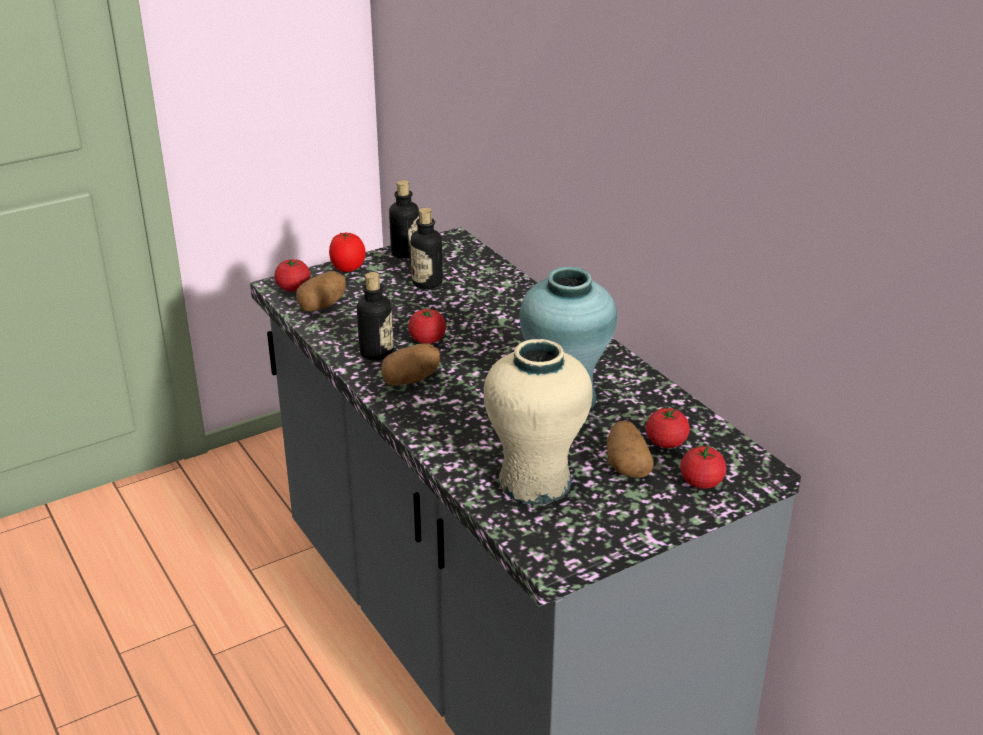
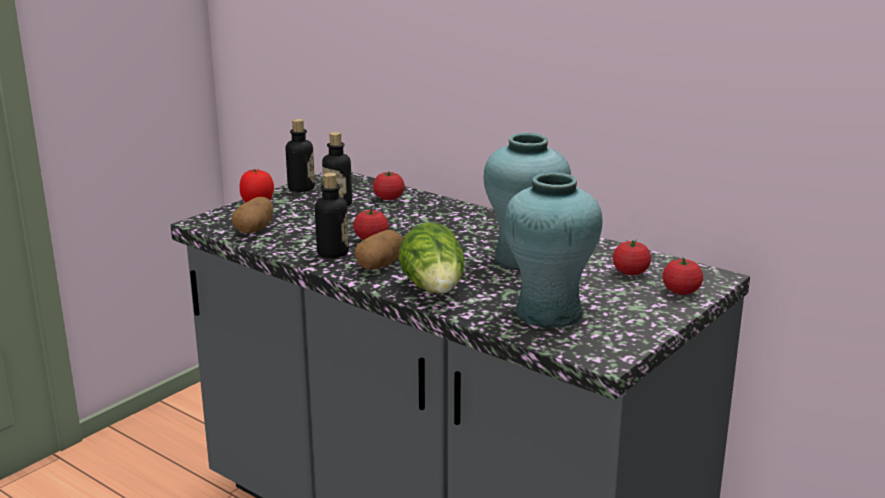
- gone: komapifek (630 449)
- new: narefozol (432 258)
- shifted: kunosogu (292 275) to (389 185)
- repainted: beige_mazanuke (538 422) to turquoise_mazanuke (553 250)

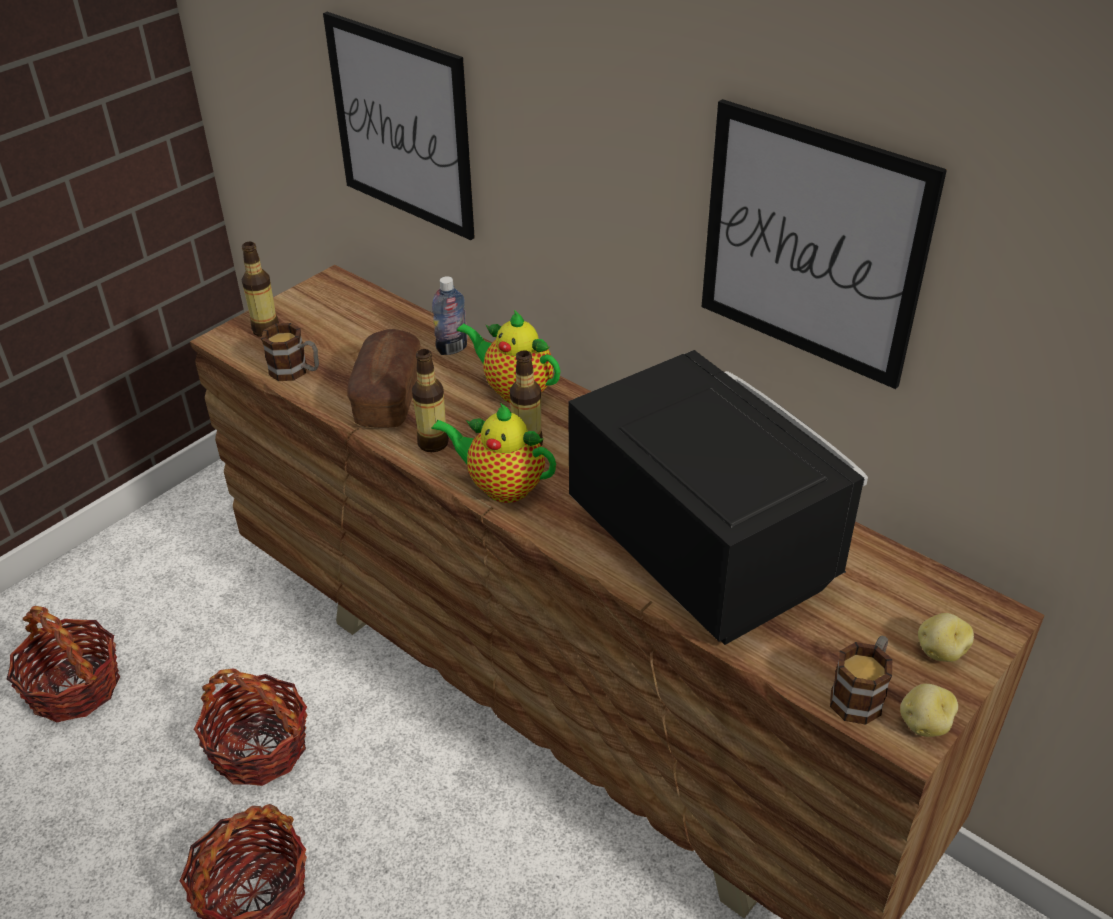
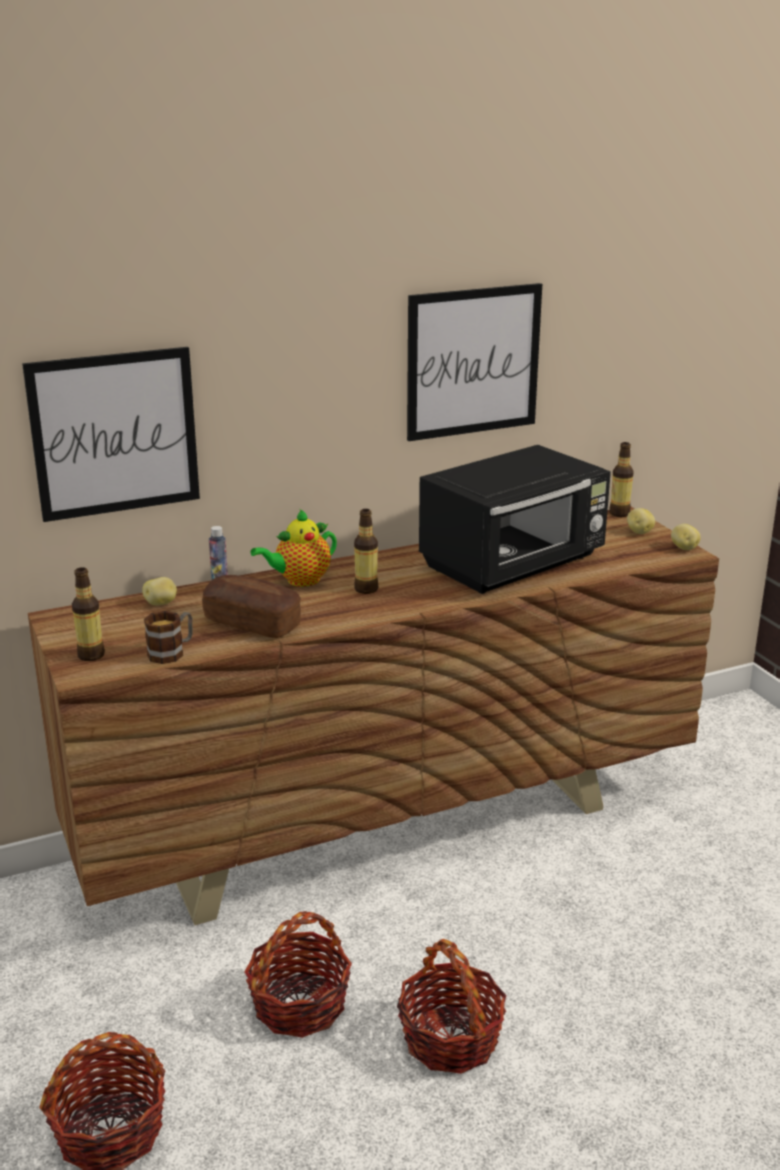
- gone: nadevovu (493 453)
- gone: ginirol (861 680)
- new: komapifek (159 591)
- shifted: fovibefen (430 400) to (621 479)
- rotated: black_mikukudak (718 497) = (515 519) 150 degrees clockwise

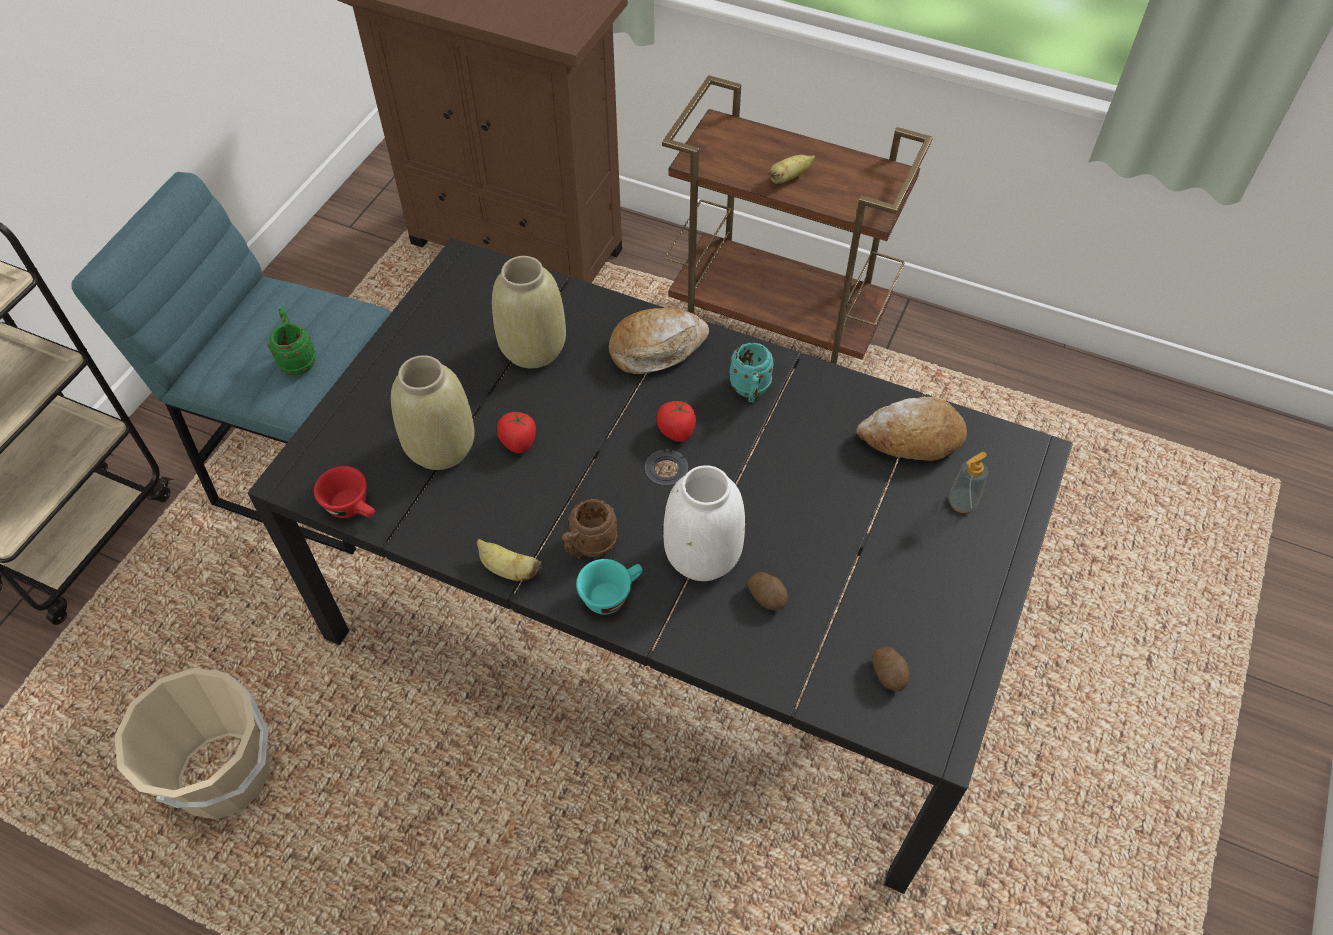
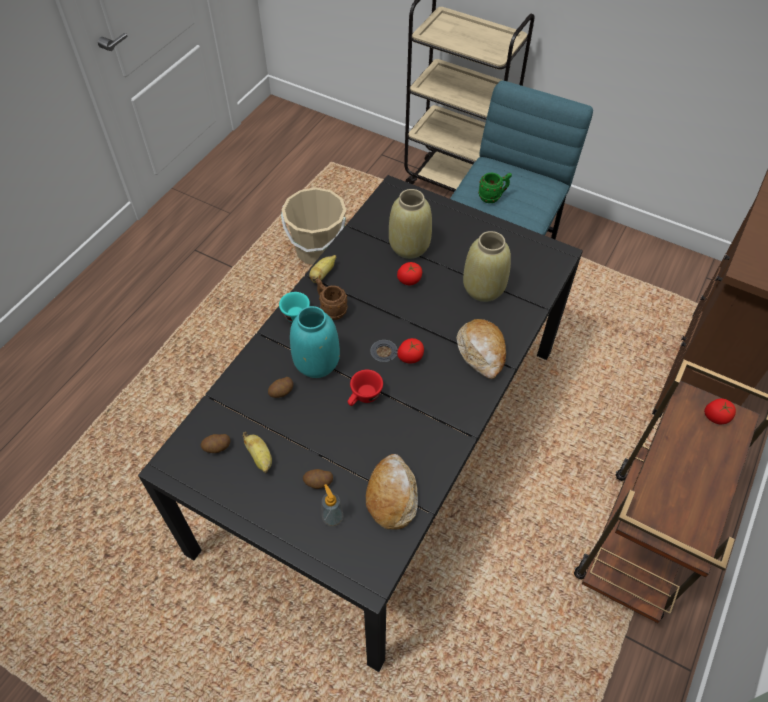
- gone: turquoise_ginirol (752 372)
- new: komapifek (318 479)
- new: kunosogu (720 412)
- shifted: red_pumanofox (344 492) to (365 388)
- shifted: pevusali (792 169) to (257 452)
- repainted: white_mazanuke (704 523) to turquoise_mazanuke (315 342)

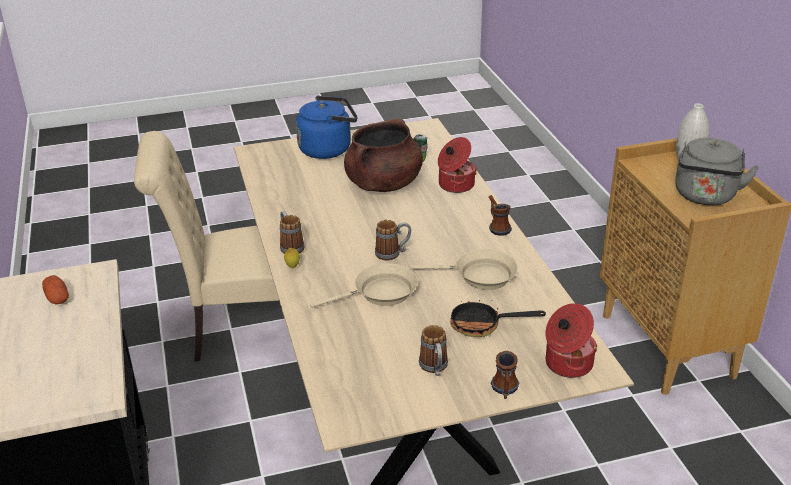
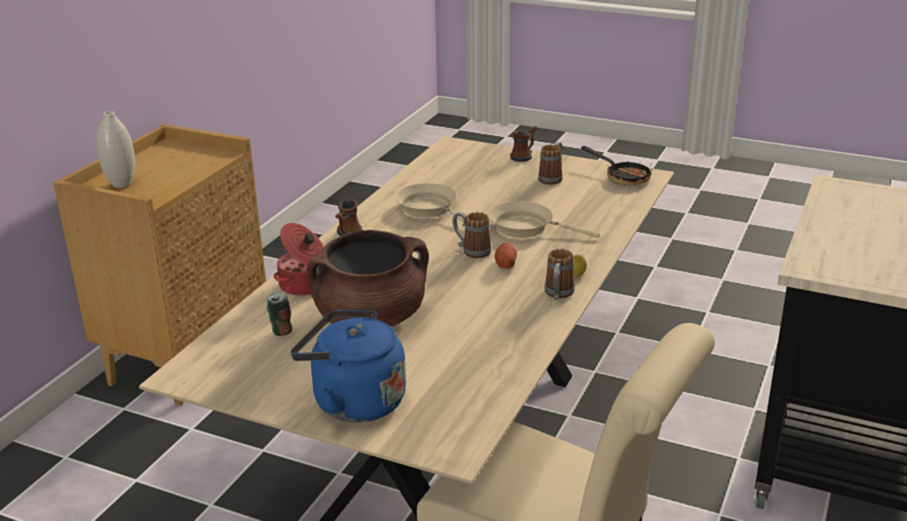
- gone: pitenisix (571 340)
- gone: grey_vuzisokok (717 171)
- shifted: komapifek (55 290) to (506 256)
- shifted: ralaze (498 318) to (616 166)

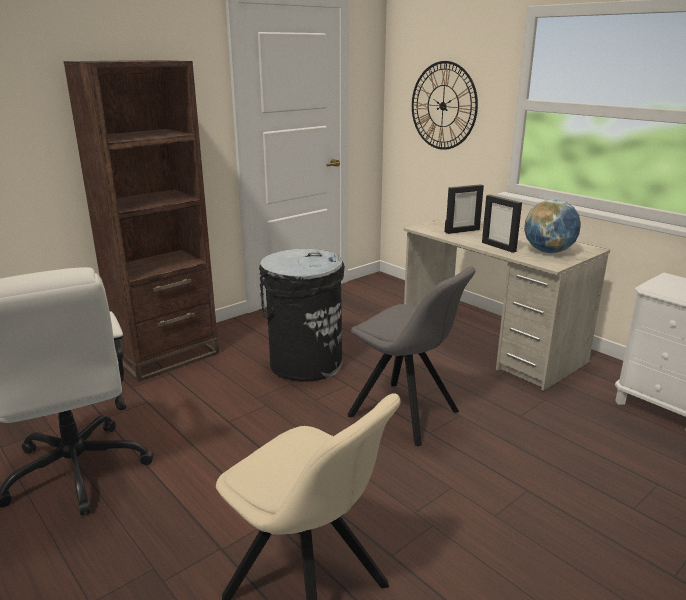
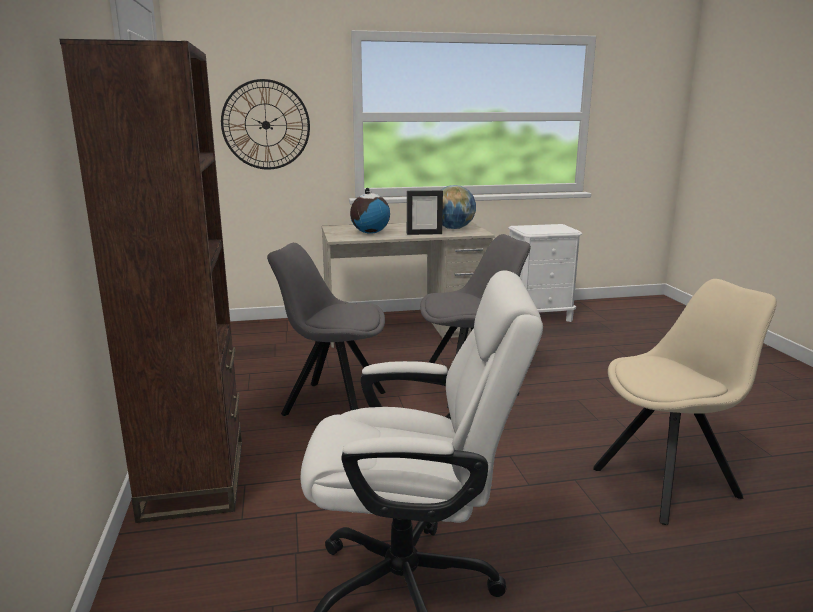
- swapped: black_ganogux (302 315) to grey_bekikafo (326 329)
- swapped: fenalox (464 209) to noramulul (370 211)

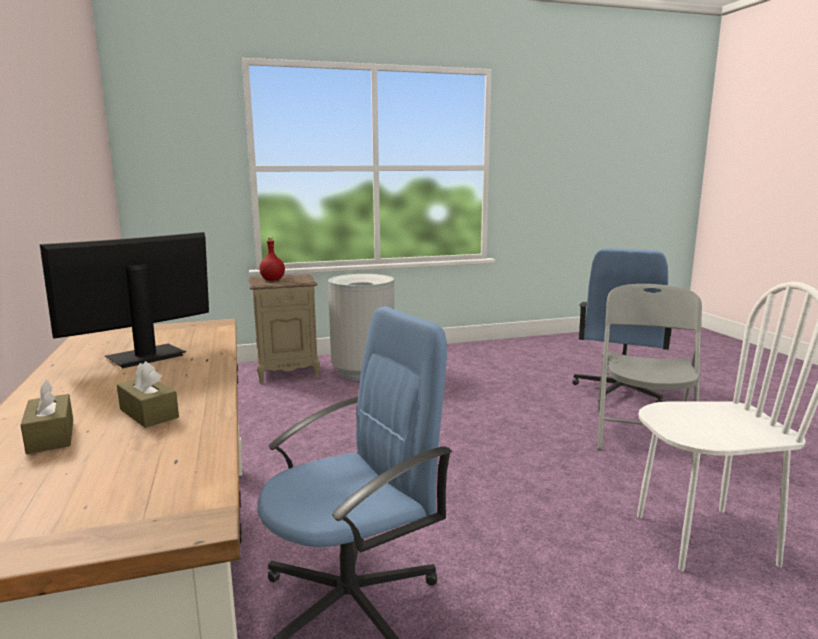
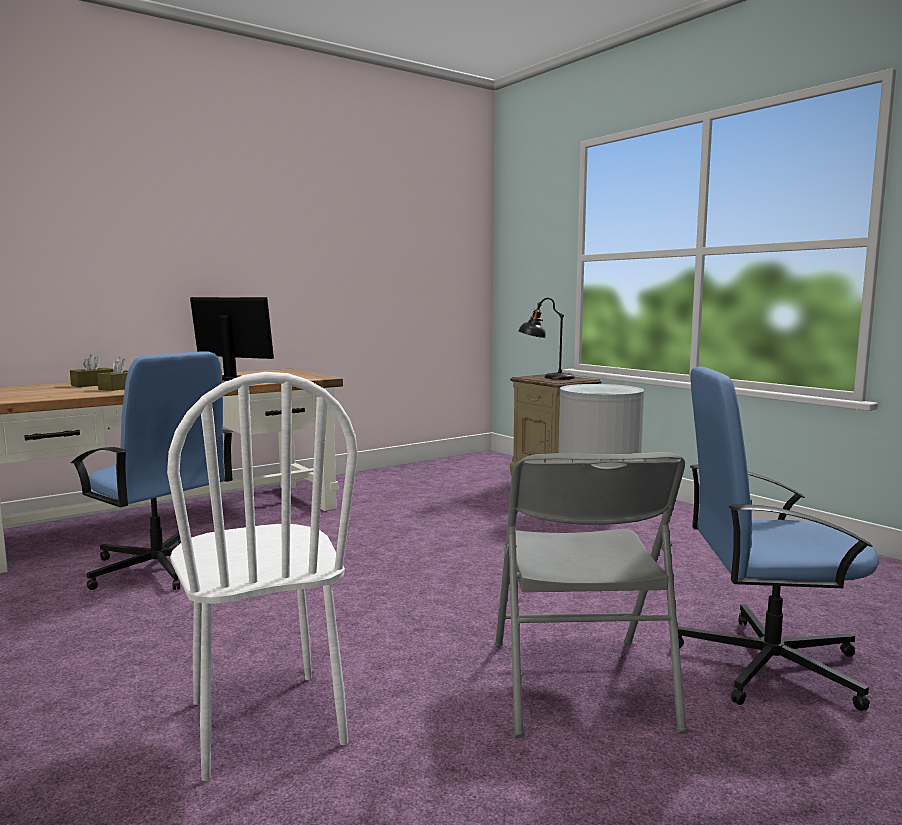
- swapped: red_fovibefen (272 259) to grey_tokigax (546 338)
- rotated: grey_bekikafo (649 373) = (591 595) 90 degrees clockwise

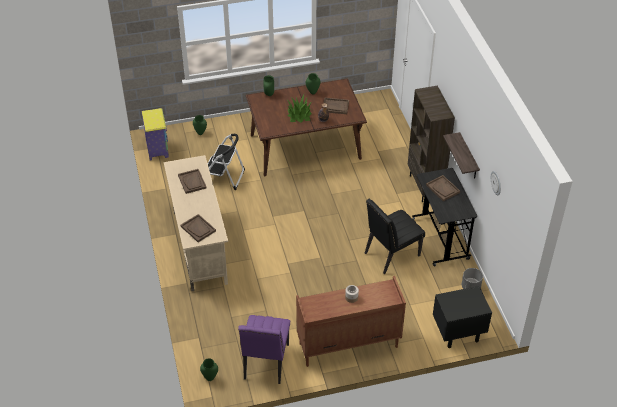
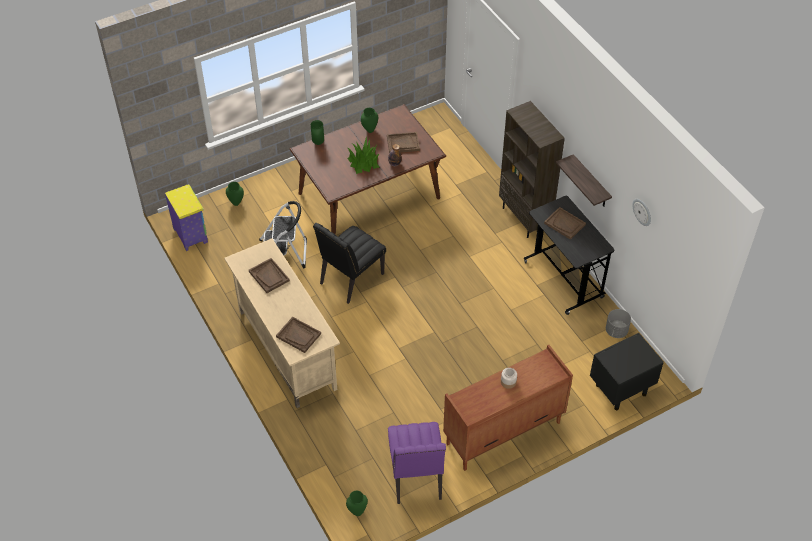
- shifted: black_bekikafo (395 236) to (349 263)

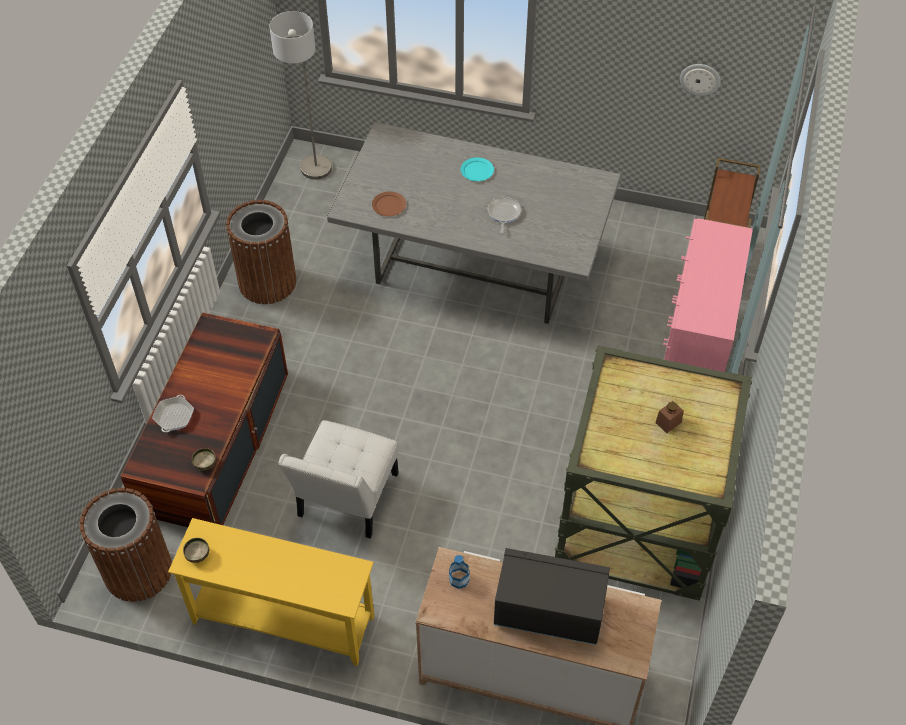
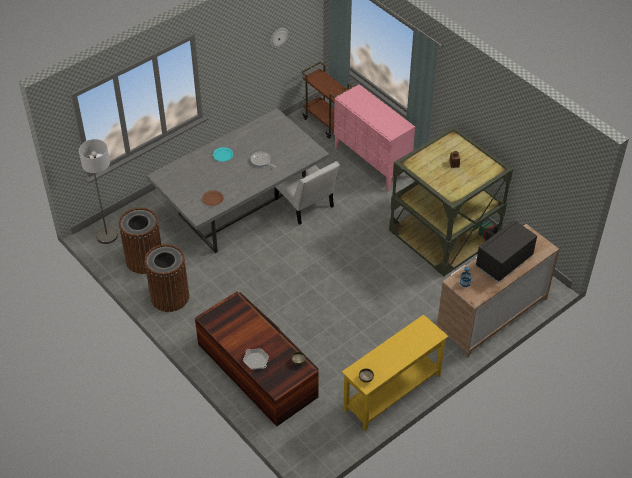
- shifted: brown_ganogux (126 545) to (140 240)
- shifted: white_bekikafo (338 479) to (307 193)

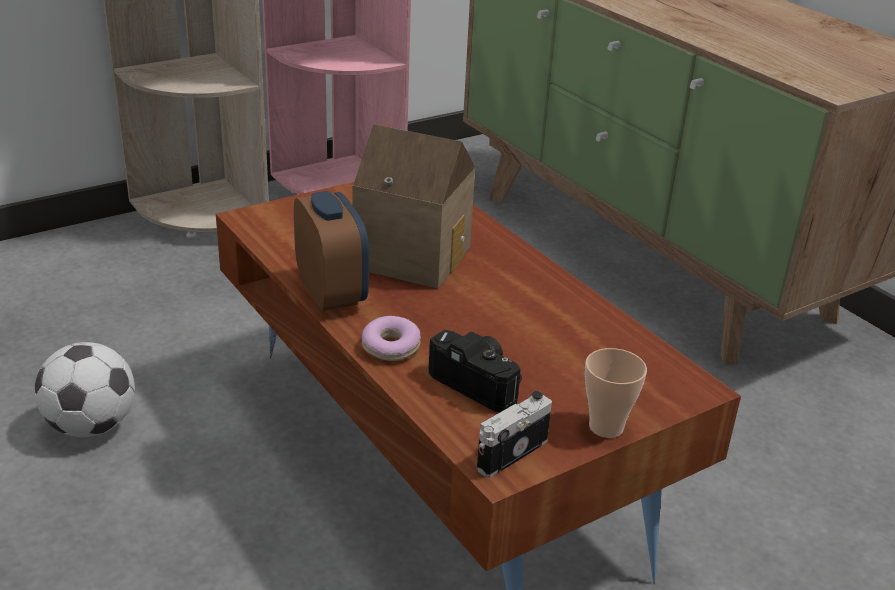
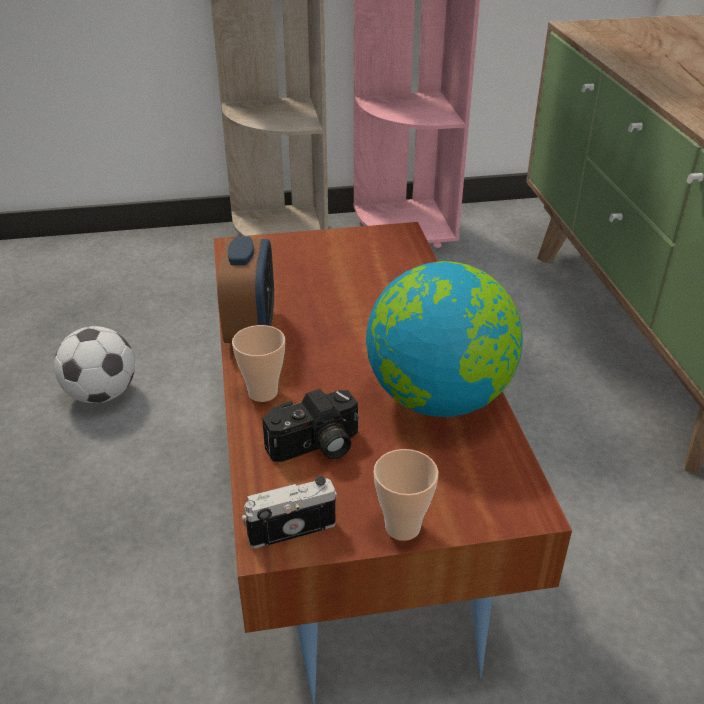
- gone: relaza (414 206)
- new: noramulul (444 339)
- swapped: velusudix (391 338) to pumanofox (258 363)
- rotated: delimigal (475 371) = (310 425) 90 degrees clockwise

